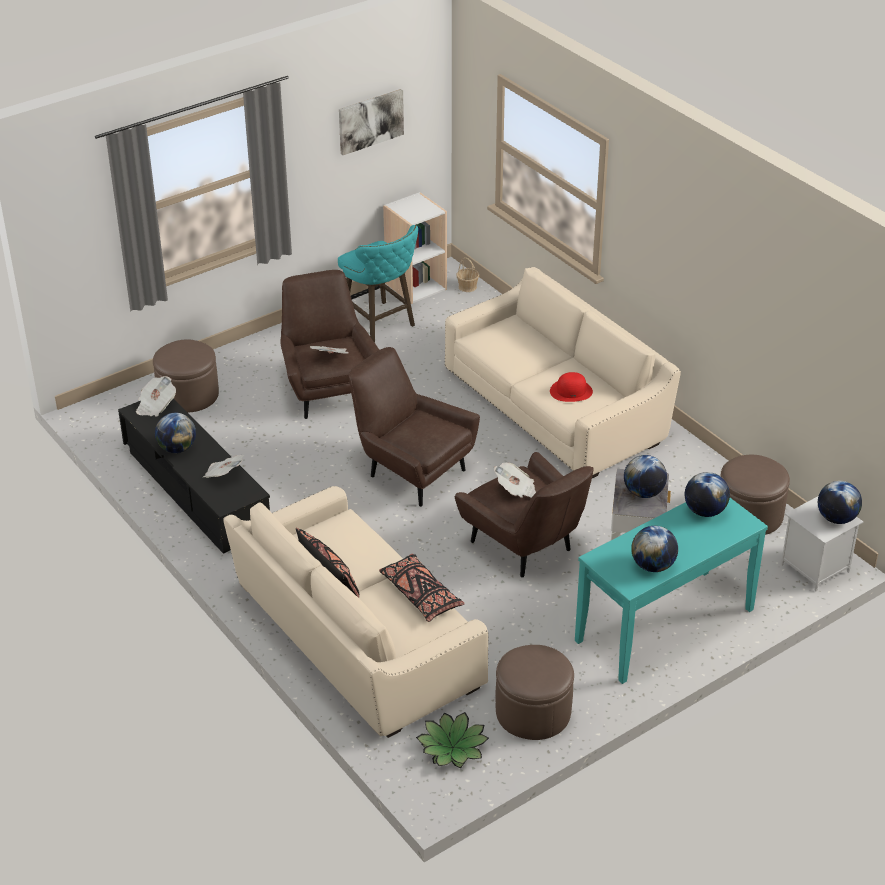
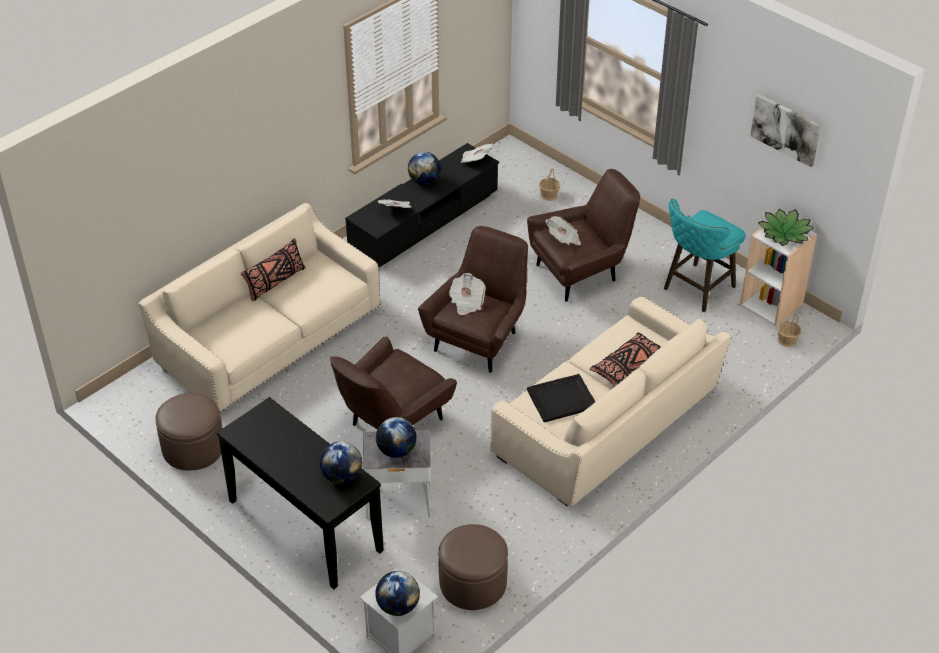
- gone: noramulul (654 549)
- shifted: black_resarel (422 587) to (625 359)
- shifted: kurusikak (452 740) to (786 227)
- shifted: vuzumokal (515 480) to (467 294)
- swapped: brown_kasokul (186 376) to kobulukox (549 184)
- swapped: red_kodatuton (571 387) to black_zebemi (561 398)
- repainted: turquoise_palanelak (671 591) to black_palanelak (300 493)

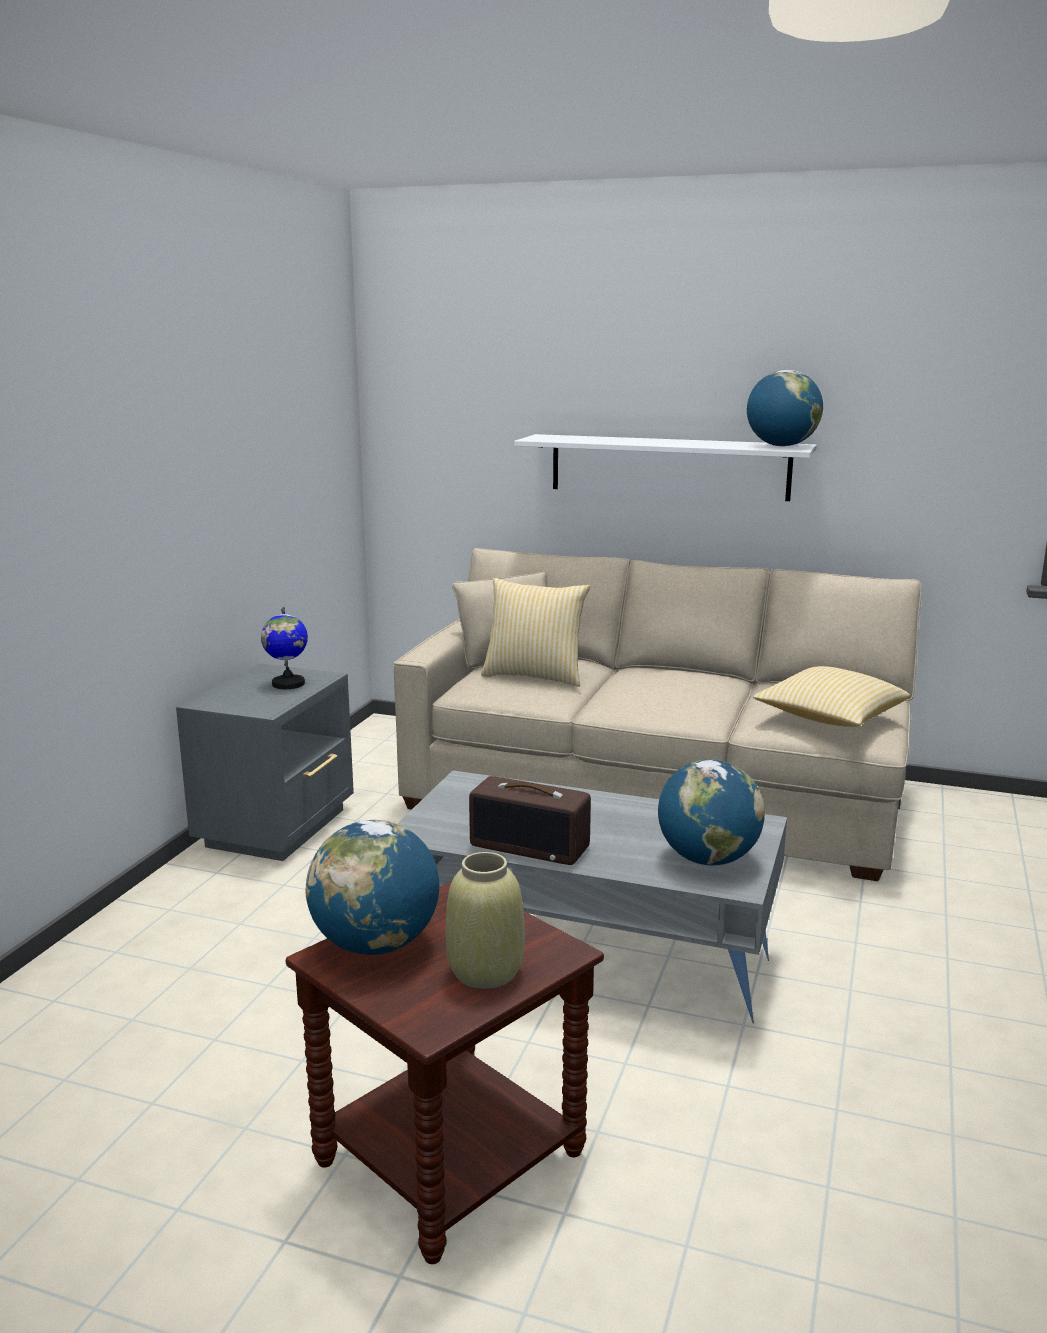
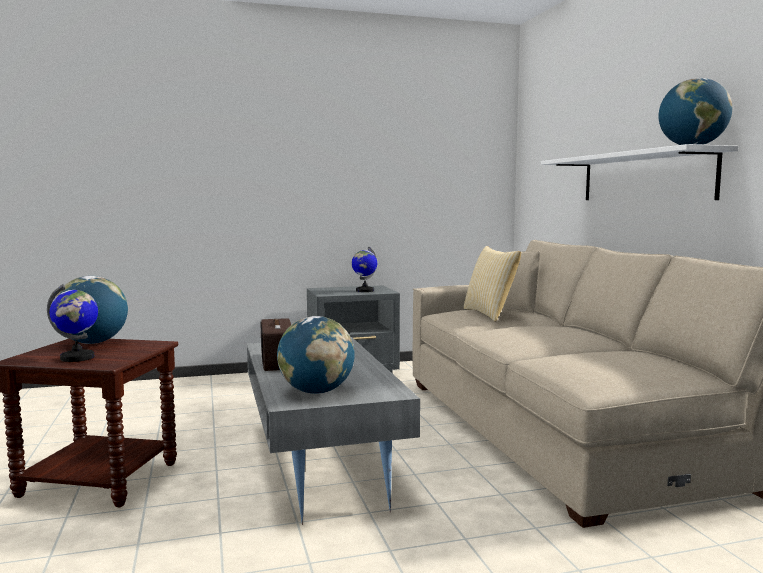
- gone: resarel (831 696)
- swapped: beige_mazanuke (485 920) to noramulul (72 323)

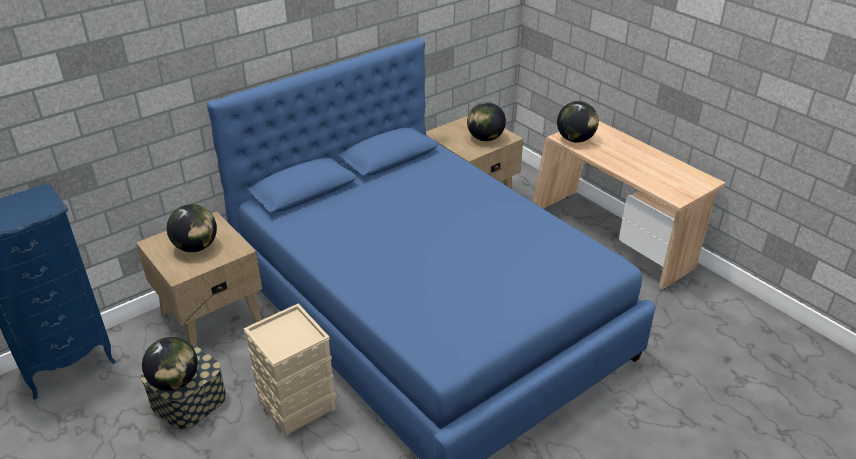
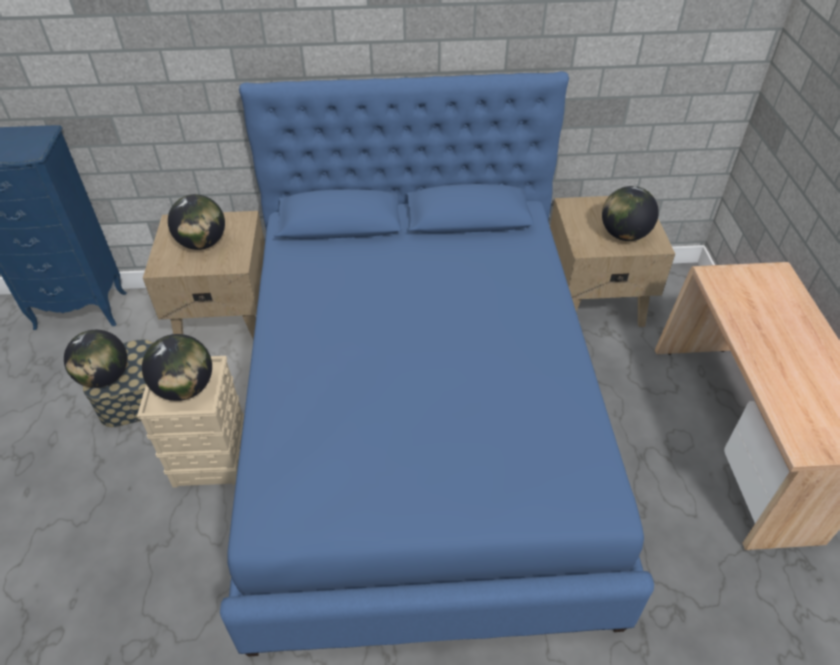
- shifted: noramulul (578 122) to (177 367)

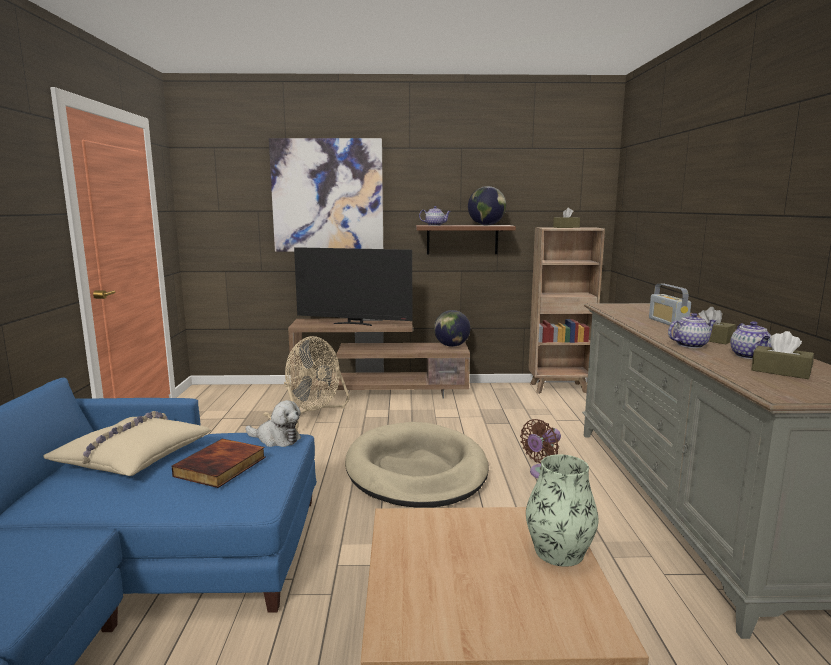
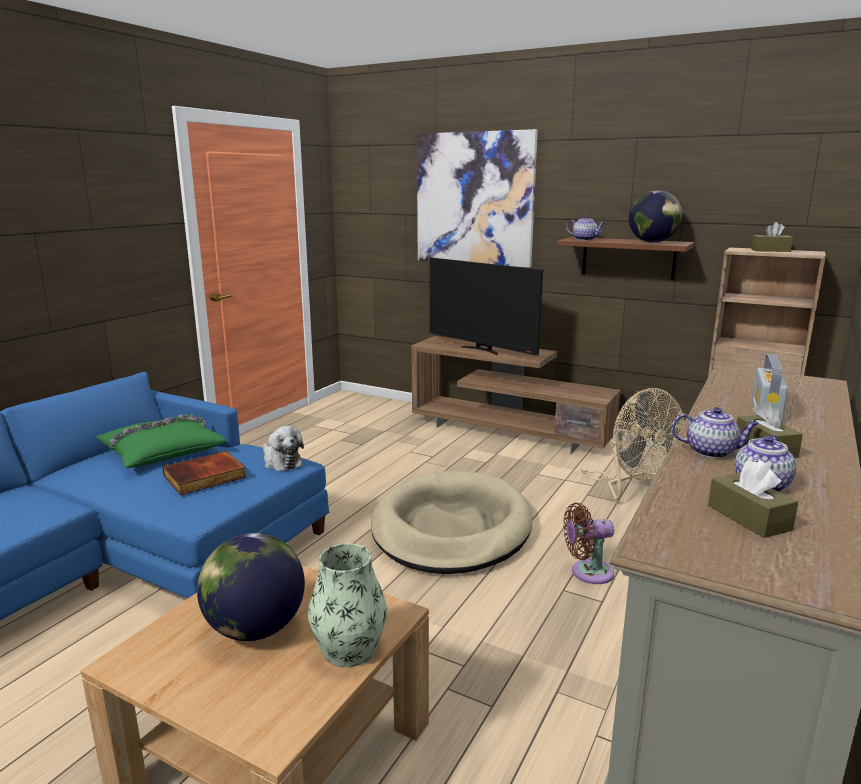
- shifted: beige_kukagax (306 384) to (632 446)
- shifted: noramulul (452 328) to (251 587)
- repainted: beige_resarel (127 443) to green_resarel (161 441)

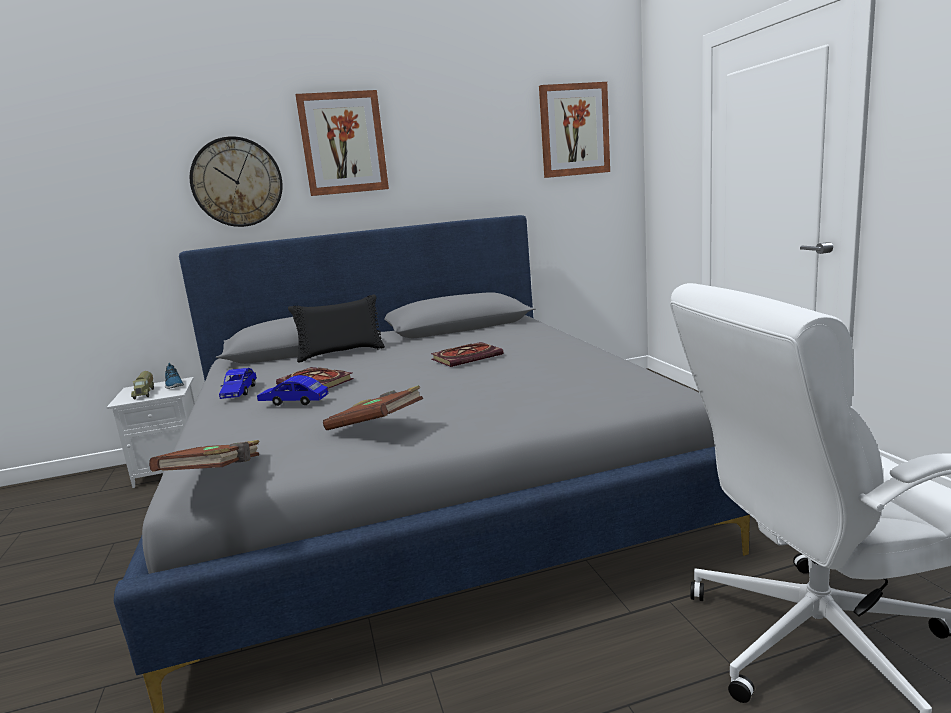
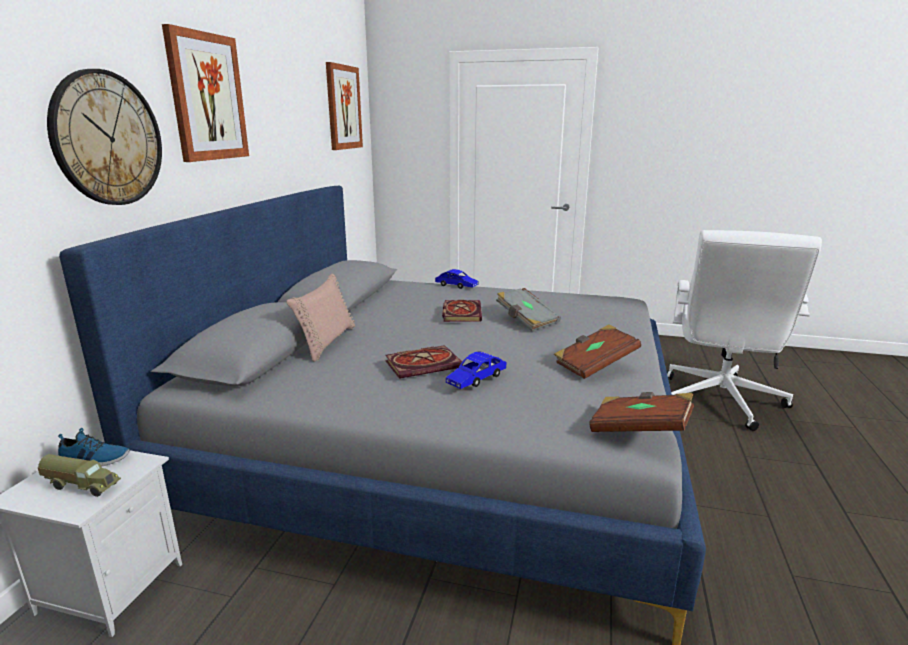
- new: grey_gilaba (528 309)
- shifted: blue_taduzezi (238 383) to (457 279)
- repainted: black_resarel (336 328) to beige_resarel (320 318)

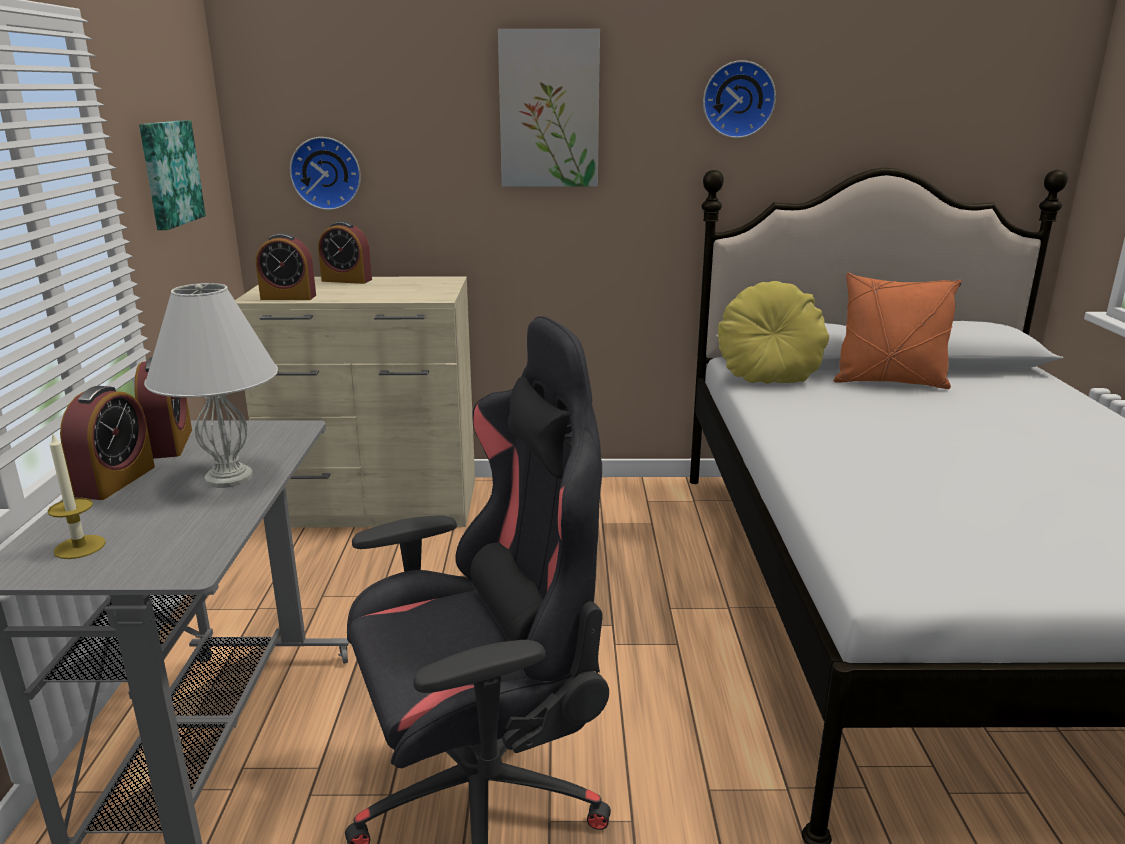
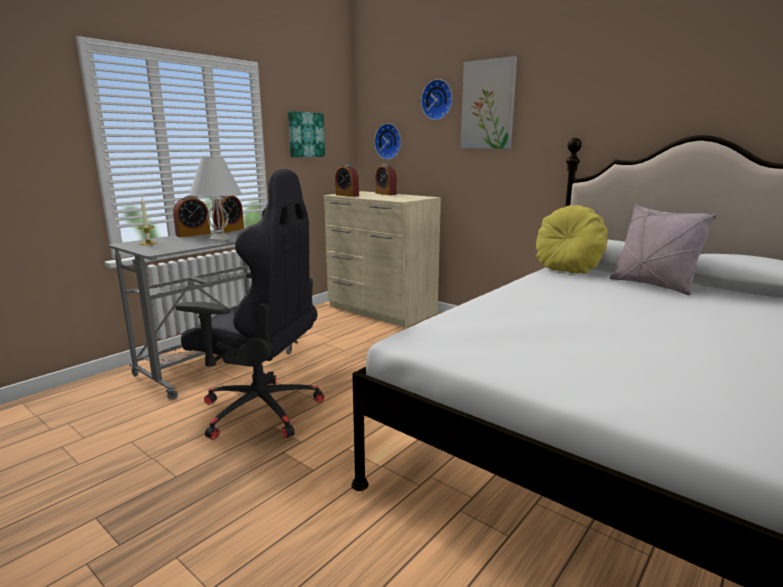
- shifted: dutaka (739 99) to (437 99)
- repainted: orange_resarel (897 331) to purple_resarel (663 249)

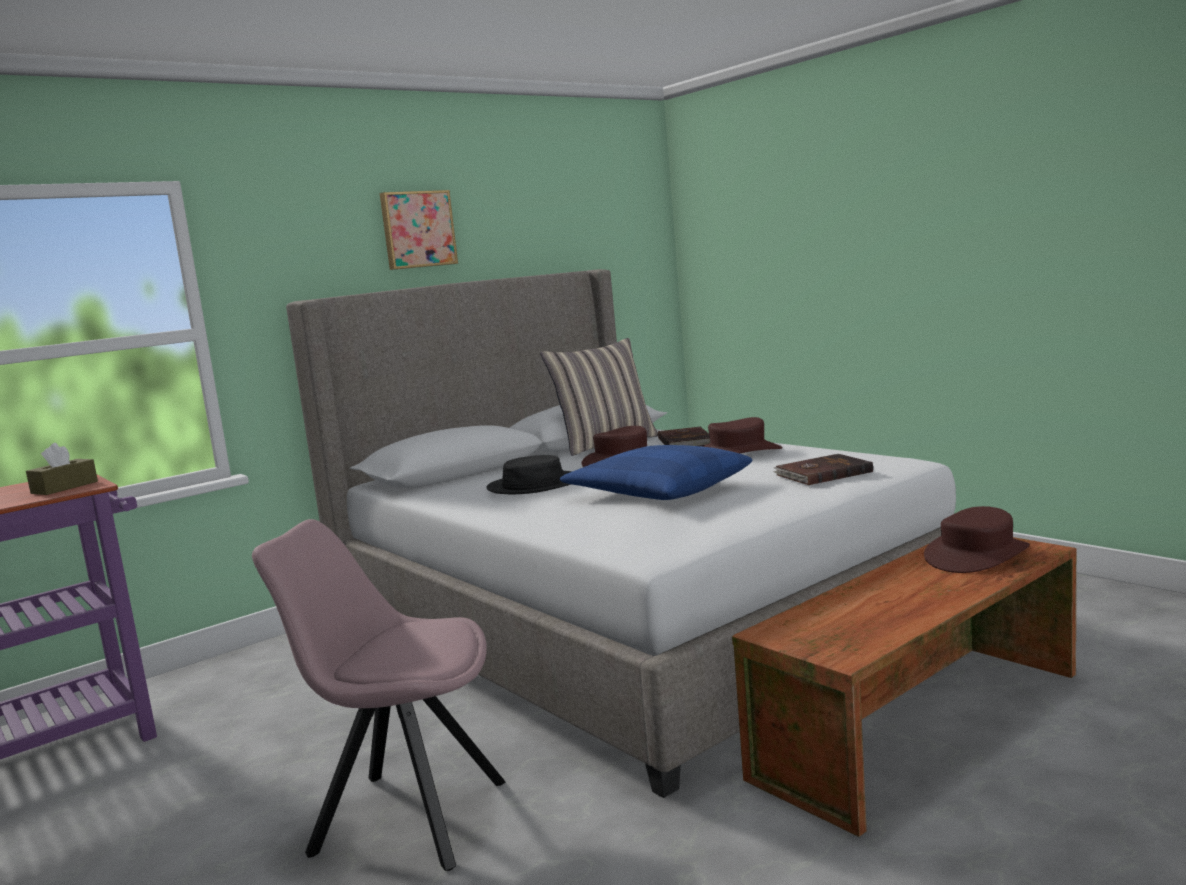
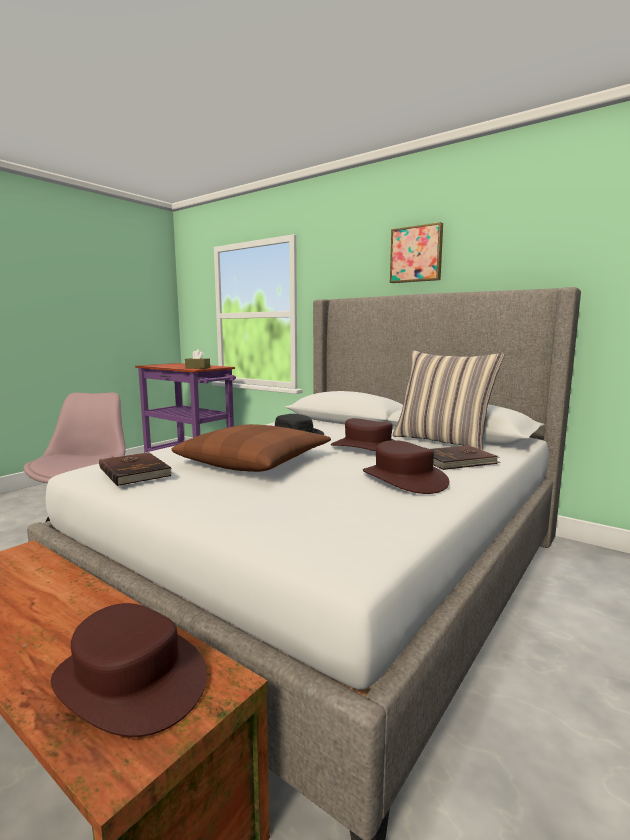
- shifted: brown_gilaba (823 469) to (135 469)
- repainted: blue_resarel (656 472) to brown_resarel (251 448)

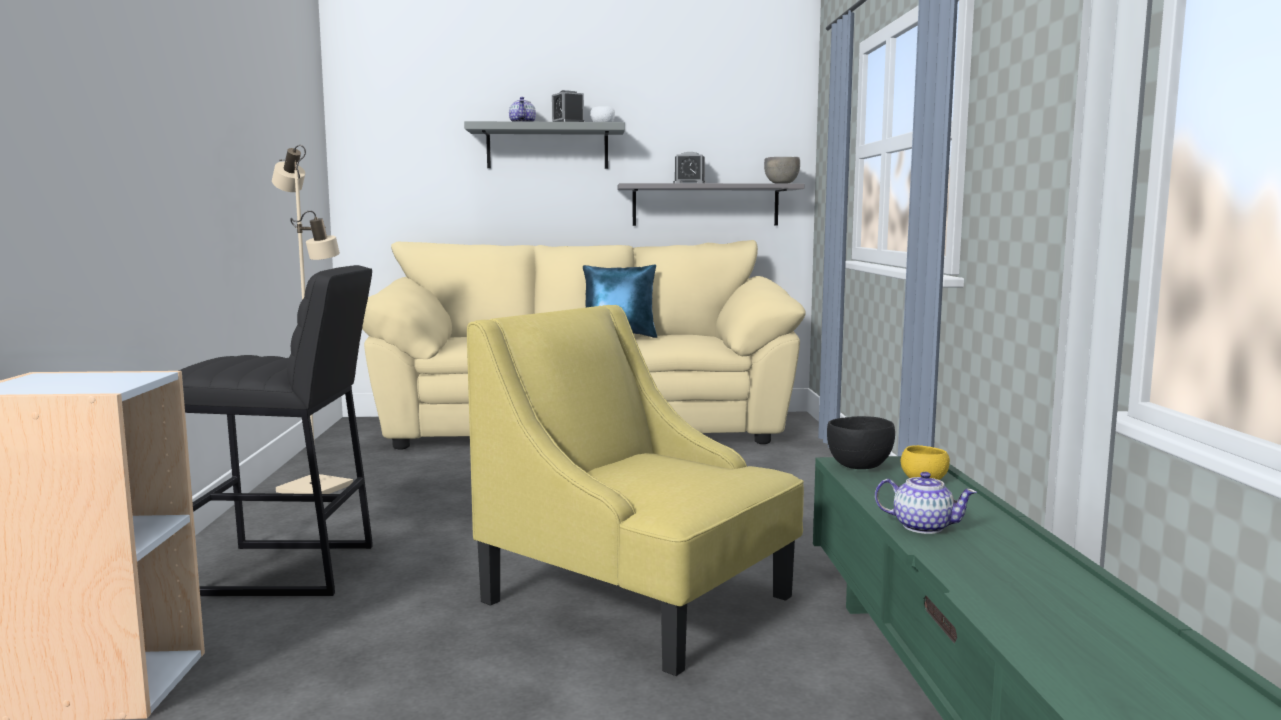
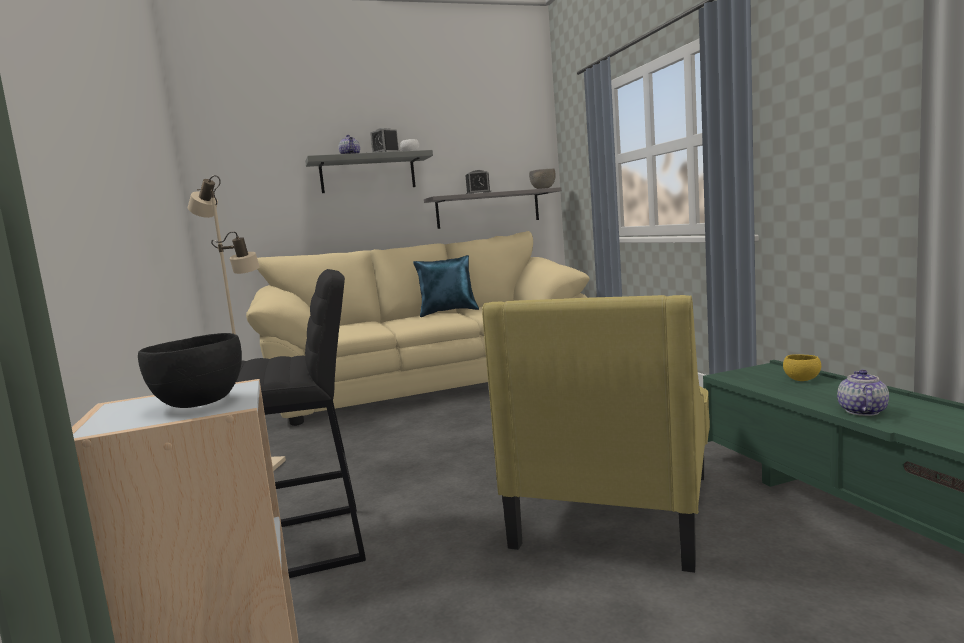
- shifted: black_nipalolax (861 442) to (190 370)
- rotated: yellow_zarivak (635 490) = (596 434) 90 degrees counterclockwise
- rotated: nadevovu (926 503) = (863 393) 75 degrees counterclockwise

